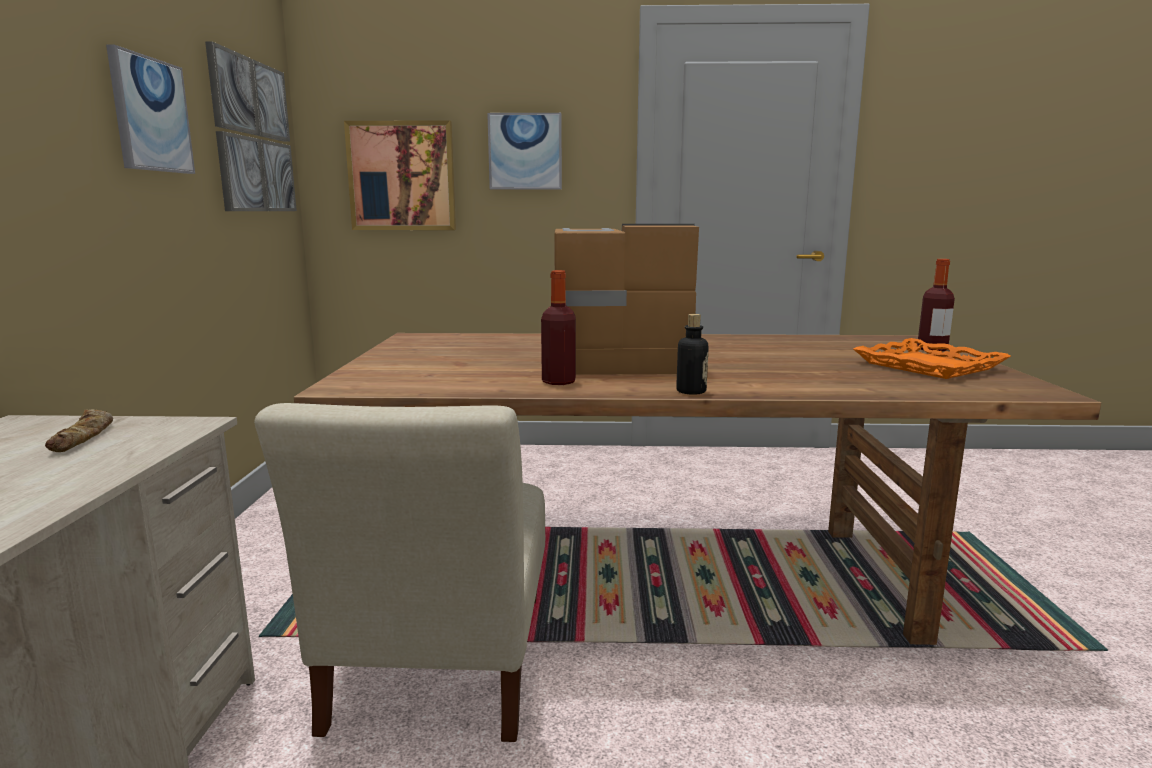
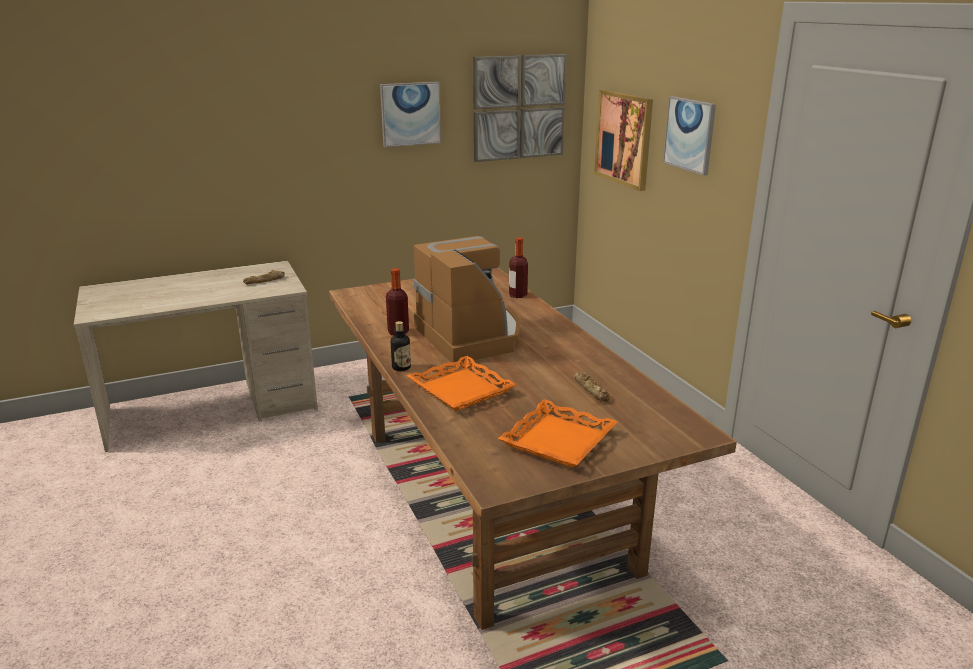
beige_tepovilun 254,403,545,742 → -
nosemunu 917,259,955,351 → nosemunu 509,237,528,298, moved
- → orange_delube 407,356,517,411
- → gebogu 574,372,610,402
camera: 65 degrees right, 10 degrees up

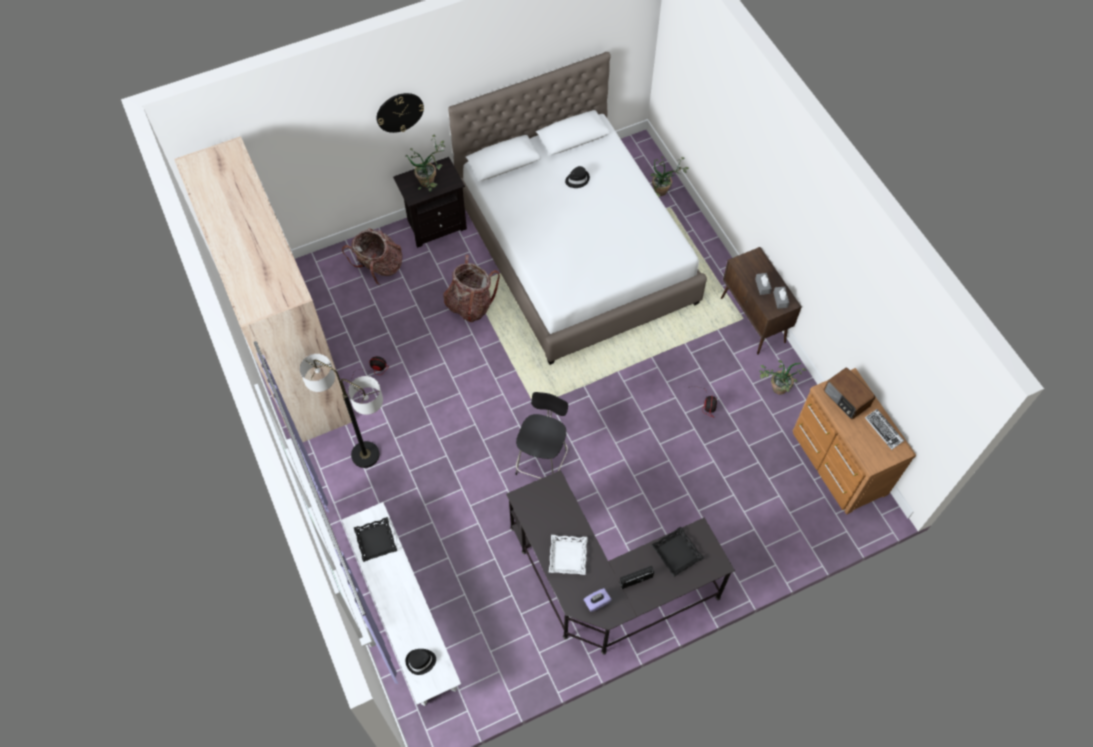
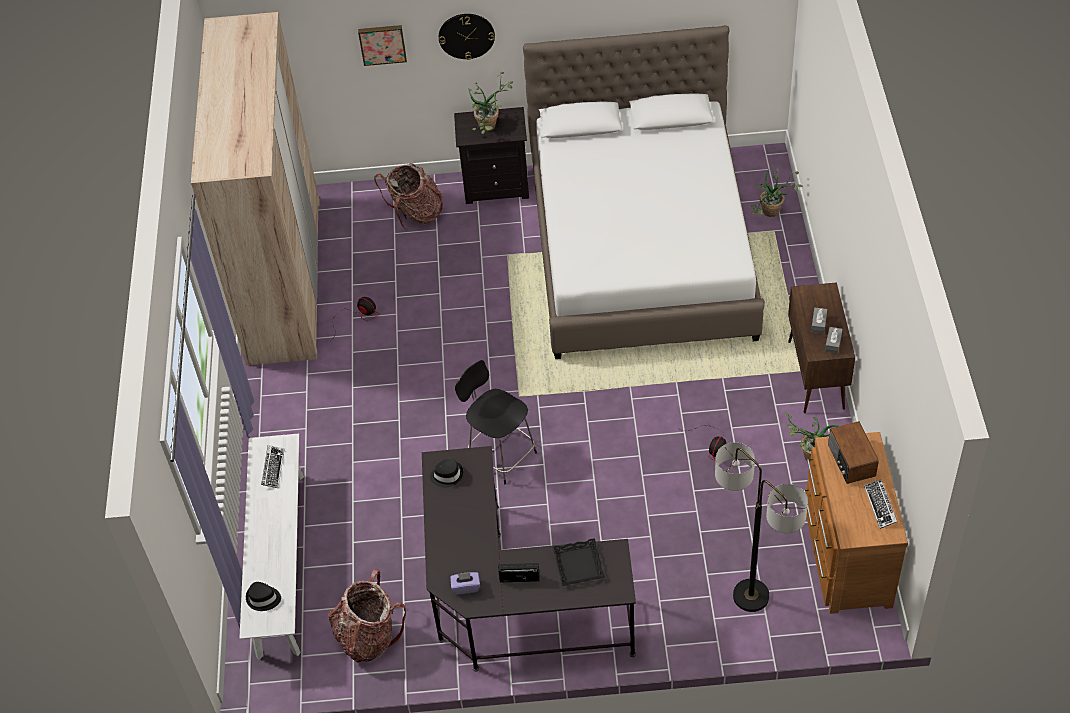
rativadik 300,354,383,468 → rativadik 715,442,808,612, moved
black_delube 354,517,397,562 → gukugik 261,445,284,488
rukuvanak 443,255,500,322 → rukuvanak 328,569,406,663, moved
black_tepovilun 515,392,568,479 → black_tepovilun 455,360,537,485, 90 degrees counterclockwise
white_delube 549,535,588,575 → -
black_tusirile 565,166,590,188 → black_tusirile 430,459,463,487, moved
- → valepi 358,25,407,66
camera: 25 degrees right, 10 degrees down

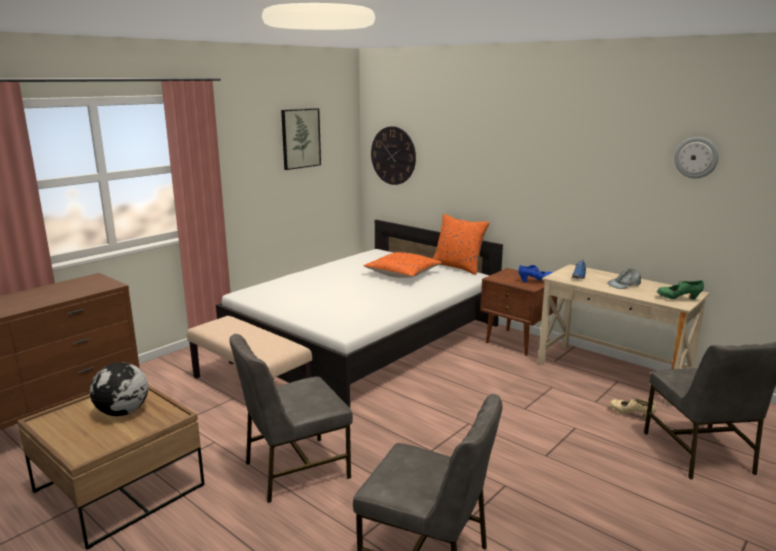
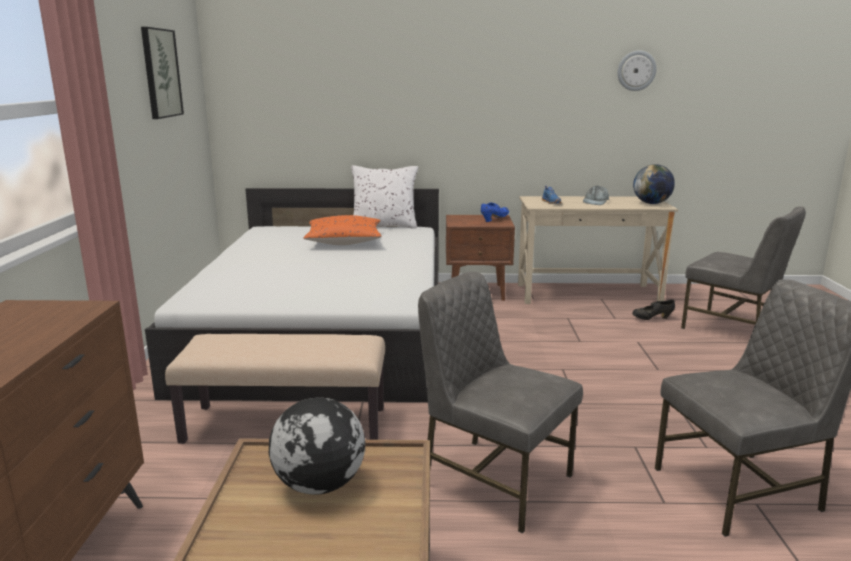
grey_tepovilun 229,334,353,503 → grey_tepovilun 418,272,583,533, 105 degrees clockwise
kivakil 371,126,416,185 → -
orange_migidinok 433,214,489,275 → white_migidinok 351,165,418,228
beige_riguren 609,398,656,419 → black_riguren 632,300,675,320
green_riguren 657,280,704,300 → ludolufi 633,164,675,204
camera: 40 degrees left, 0 degrees up

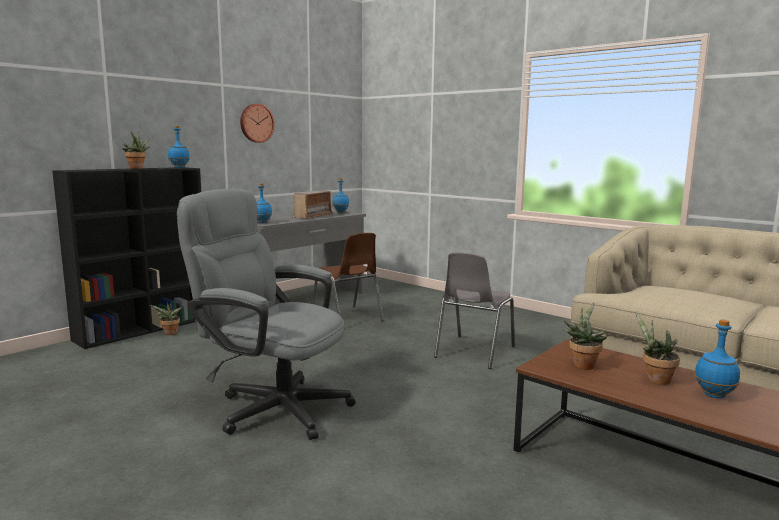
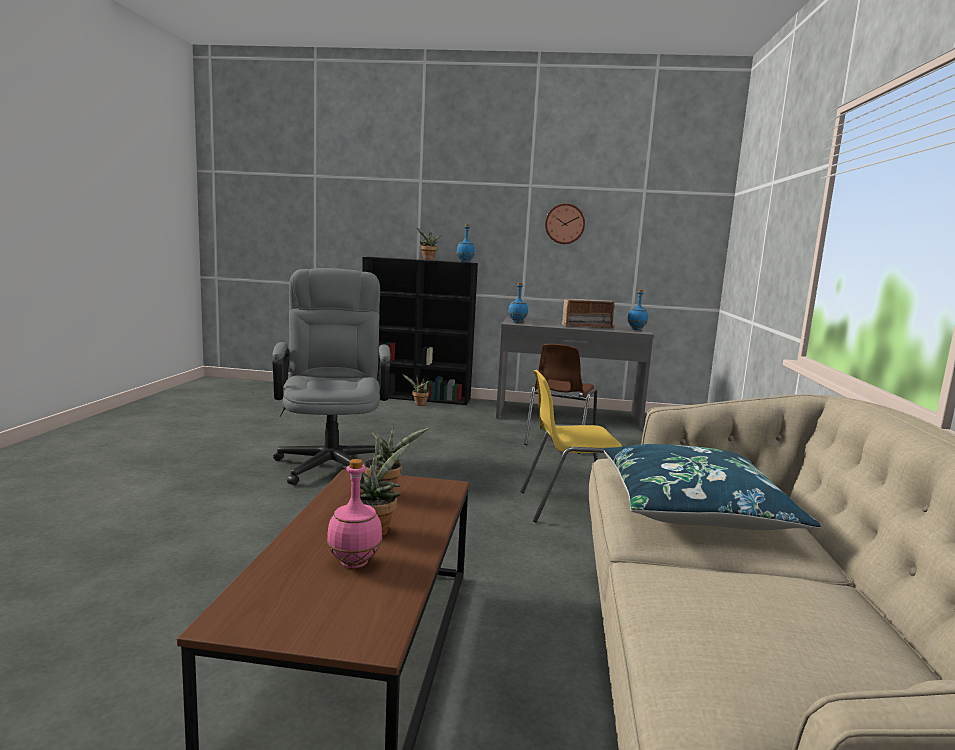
grey_tepovilun 434,252,515,369 → yellow_tepovilun 520,370,622,522
blue_nosemunu 694,319,740,398 → pink_nosemunu 327,459,382,568
- → blue_migidinok 604,444,821,530
camera: 55 degrees right, 0 degrees up

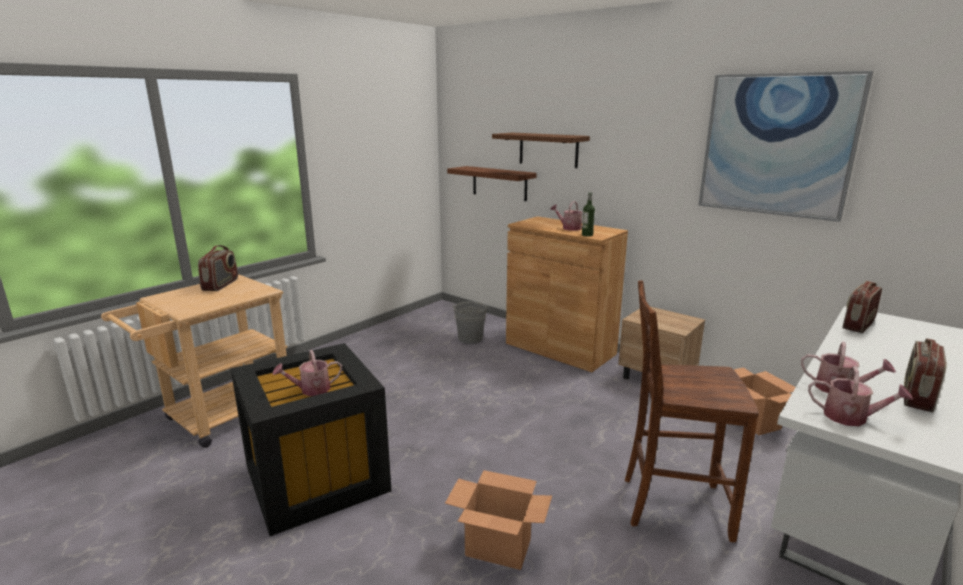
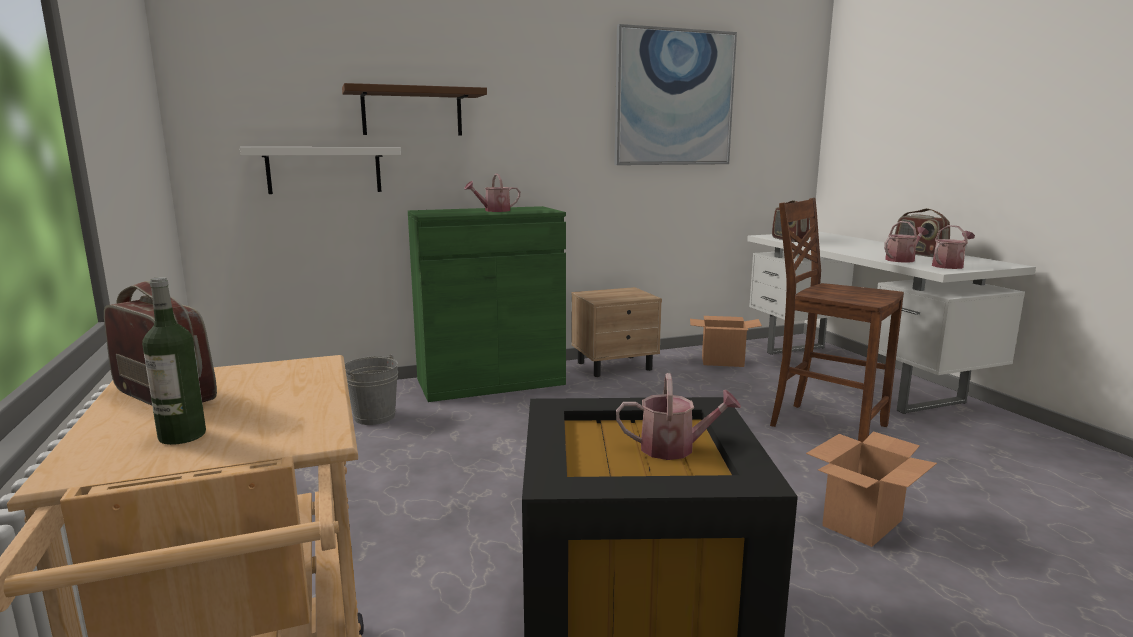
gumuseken 272,350,342,396 → gumuseken 616,373,741,460, 90 degrees counterclockwise
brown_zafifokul 447,166,537,201 → white_zafifokul 240,147,401,194
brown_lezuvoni 506,216,628,372 → green_lezuvoni 408,206,566,402
nosemunu 582,192,595,236 → nosemunu 142,277,206,445, moved
brown_tepovilun 625,280,759,542 → brown_tepovilun 770,198,904,442, 90 degrees clockwise
camera: 60 degrees left, 5 degrees down

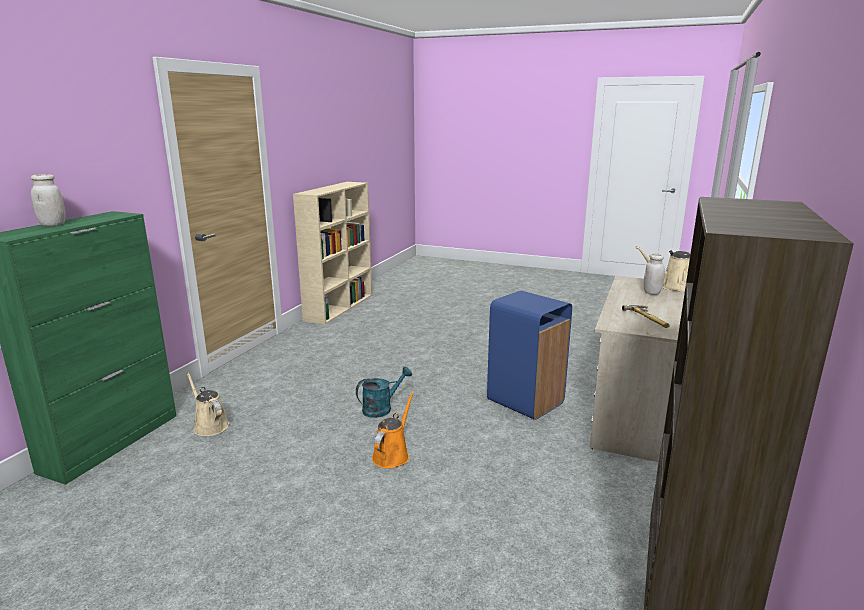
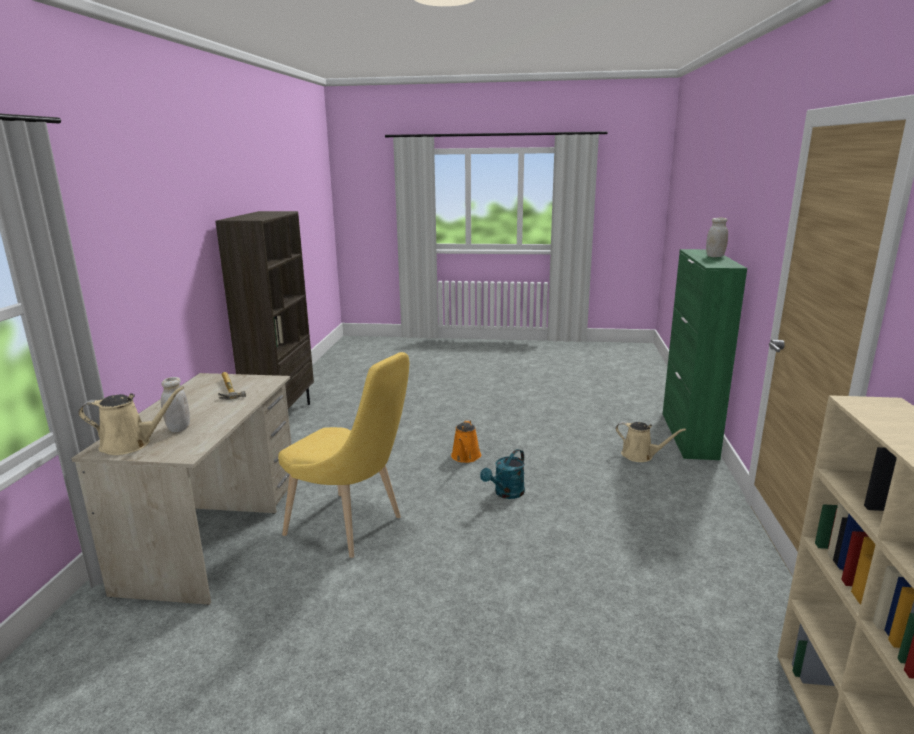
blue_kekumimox 487,291,572,420 → yellow_tepovilun 278,352,409,558
camera: 165 degrees right, 0 degrees up

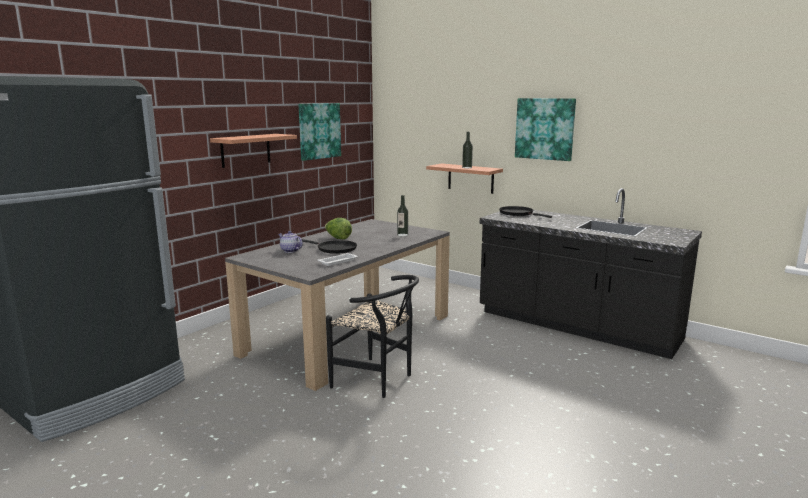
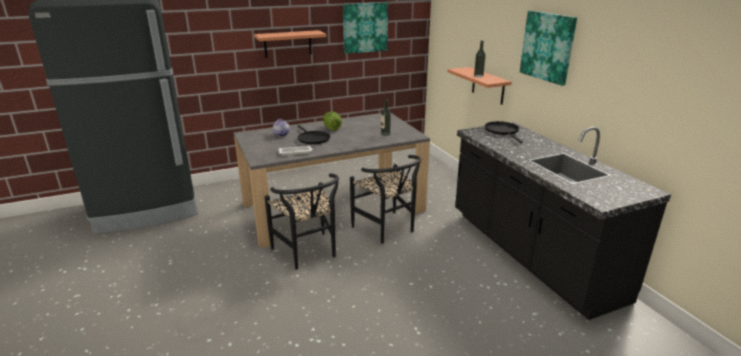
- → black_tepovilun 350,155,422,244
camera: 30 degrees right, 10 degrees up

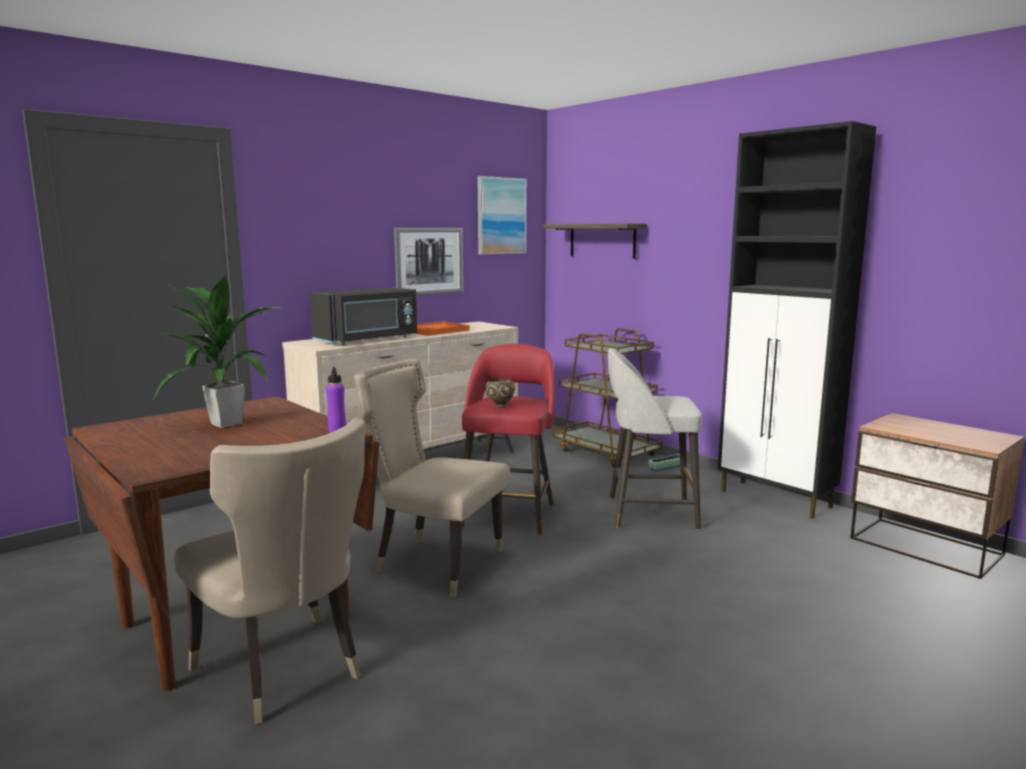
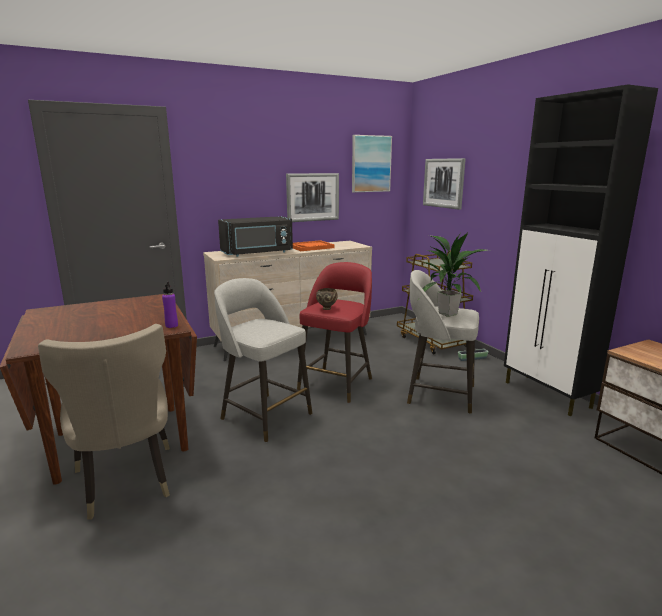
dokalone 152,274,281,428 → dokalone 418,231,488,317, moved
beige_tepovilun 354,359,511,598 → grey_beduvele 214,278,312,442
zafifokul 543,224,647,259 → valepi 423,158,466,210
camera: 15 degrees right, 5 degrees up

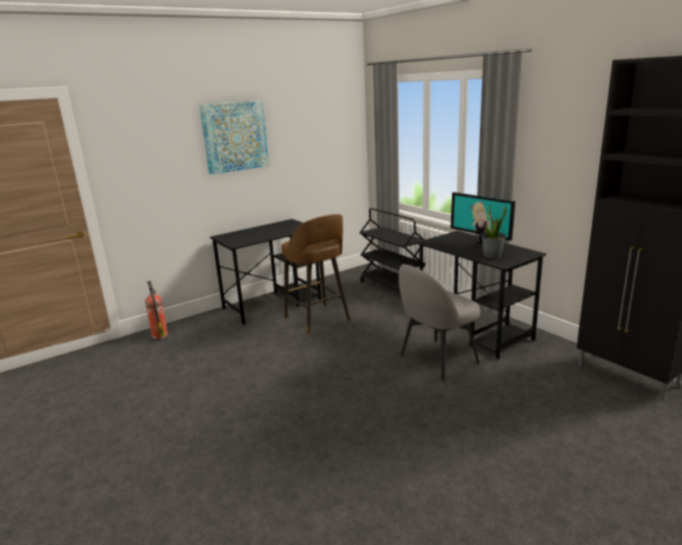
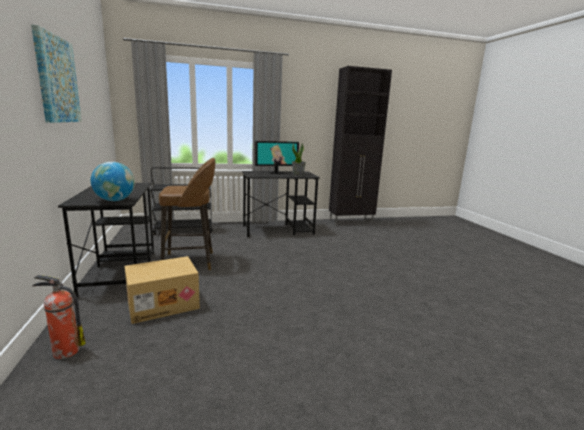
grey_tepovilun 399,264,480,381 → -
- → ludolufi 91,162,135,201
- → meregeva 124,256,200,324
camera: 70 degrees left, 5 degrees down

